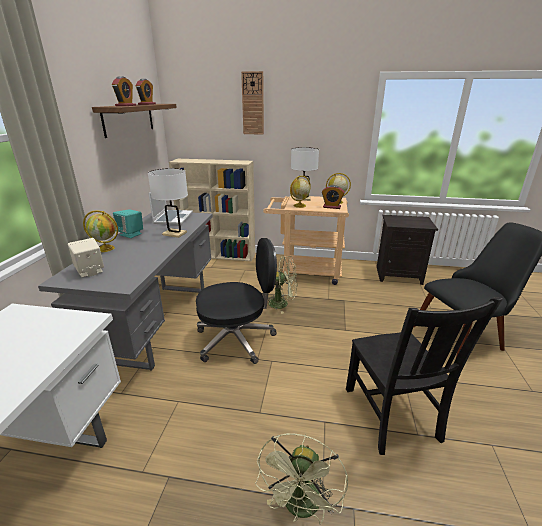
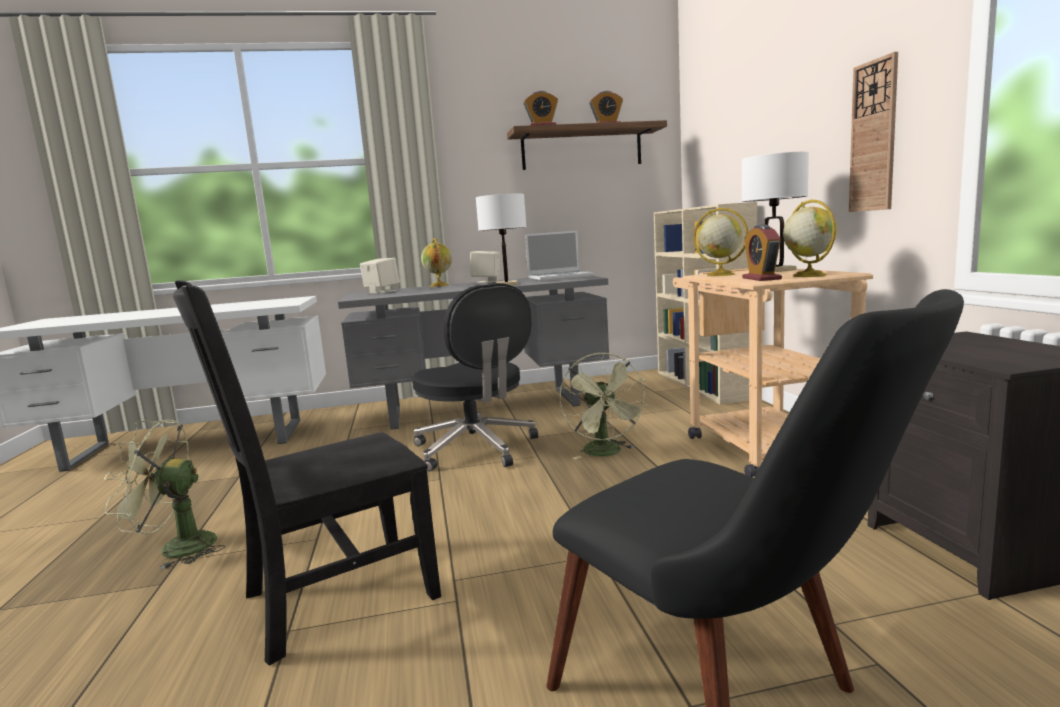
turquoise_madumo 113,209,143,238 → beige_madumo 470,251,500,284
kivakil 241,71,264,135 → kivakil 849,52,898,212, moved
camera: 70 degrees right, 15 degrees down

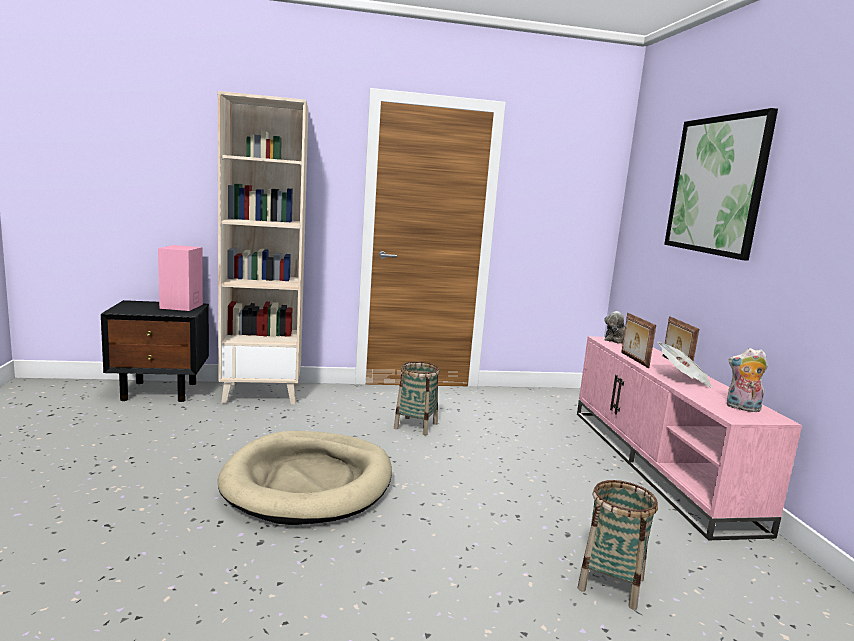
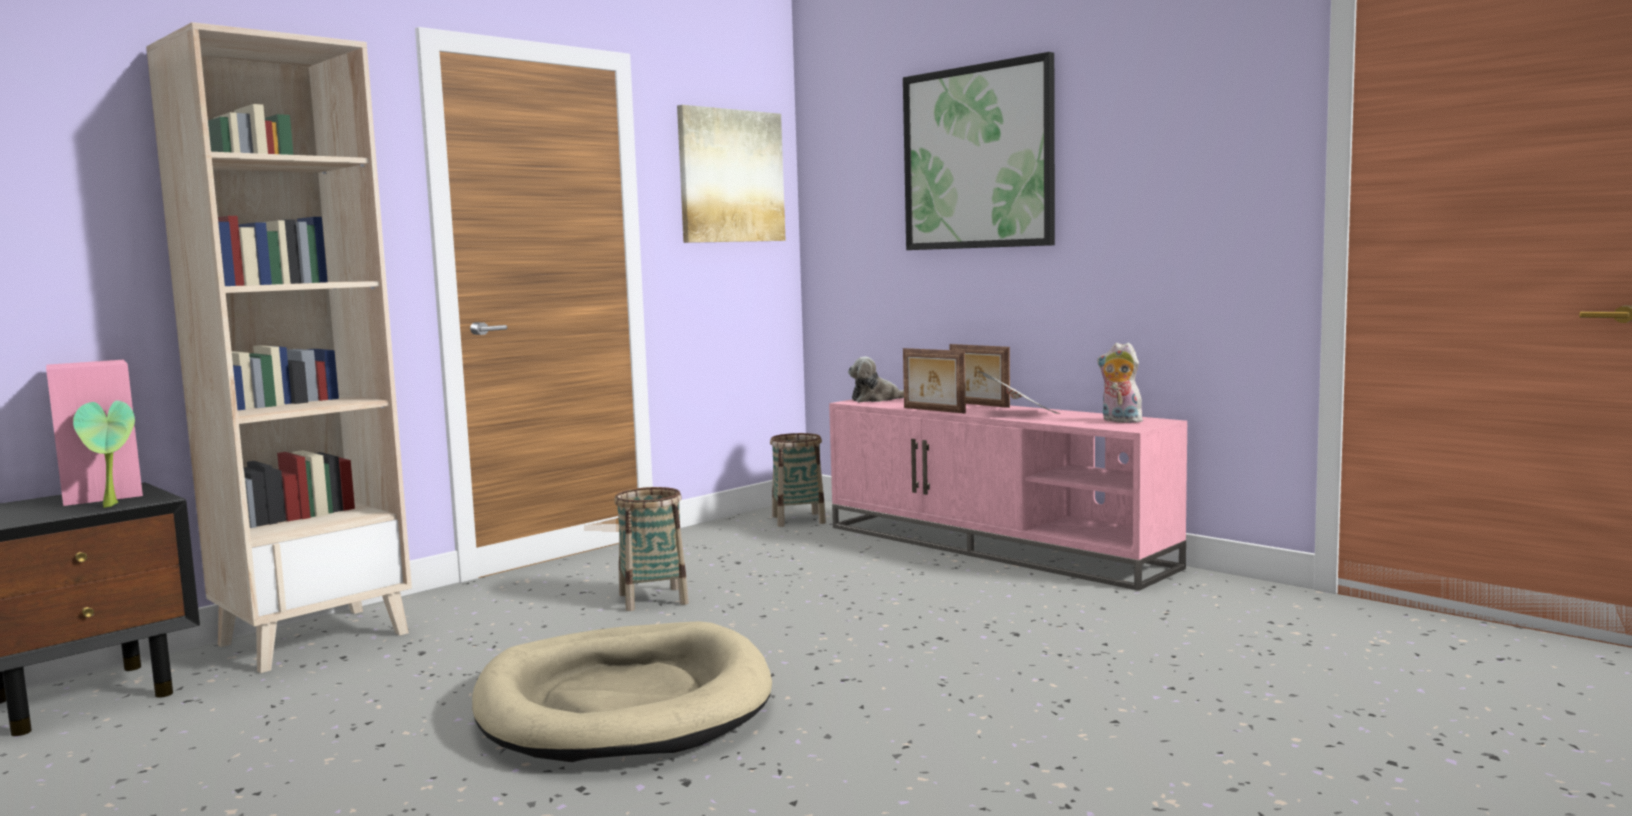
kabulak 577,480,658,610 → kabulak 770,433,826,527, moved
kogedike 727,348,768,412 → kogedike 1097,342,1145,423, 60 degrees clockwise
- → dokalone 73,400,135,508
- → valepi 677,105,786,243
camera: 35 degrees left, 5 degrees down

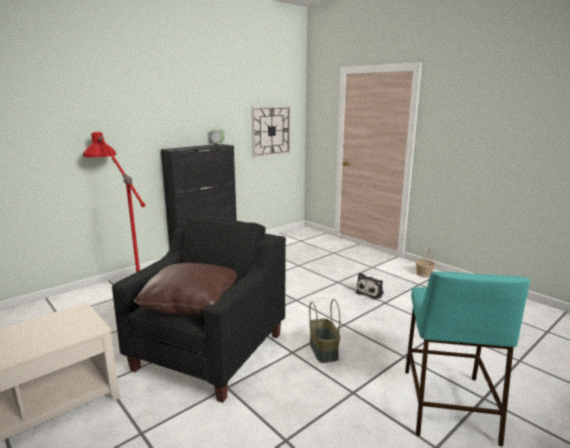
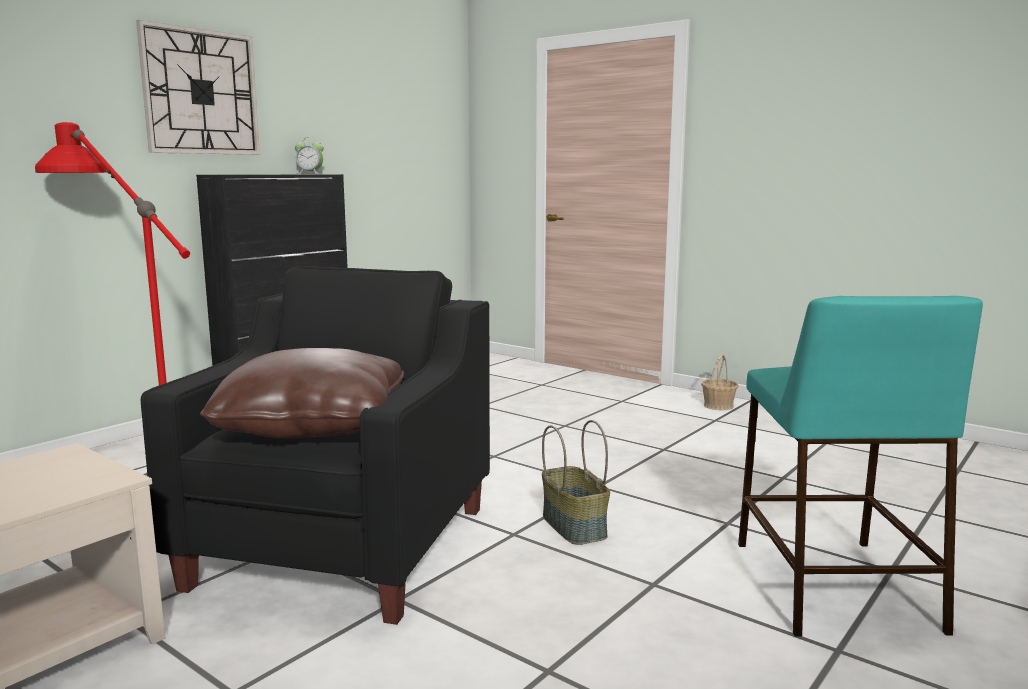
kivakil 252,106,290,158 → kivakil 136,20,260,155, moved
kogedike 356,273,384,299 → -
camera: 10 degrees left, 5 degrees down

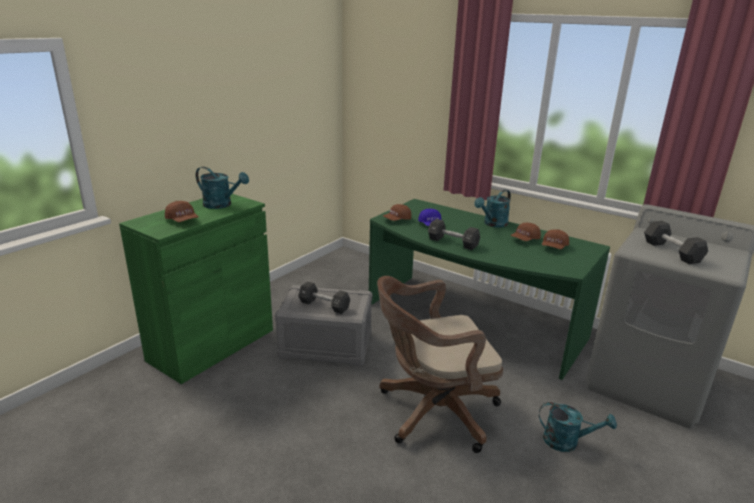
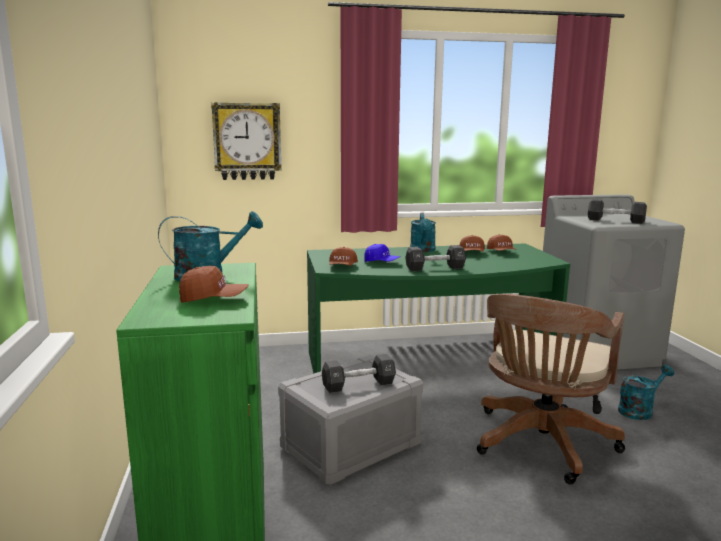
- → kivakil 211,102,282,180
camera: 45 degrees left, 10 degrees down

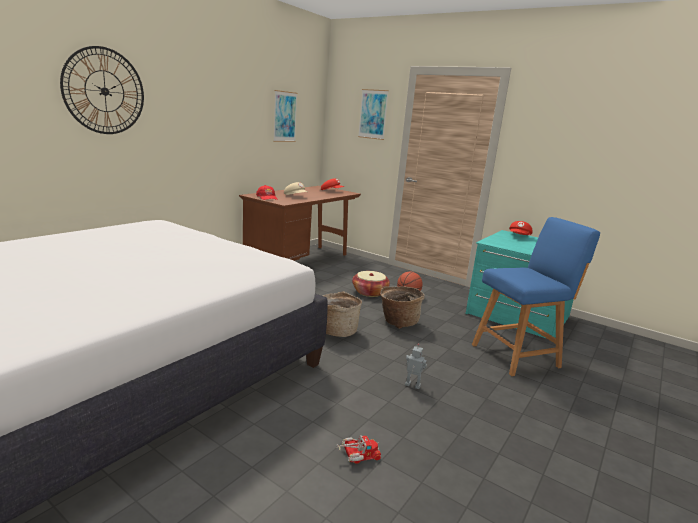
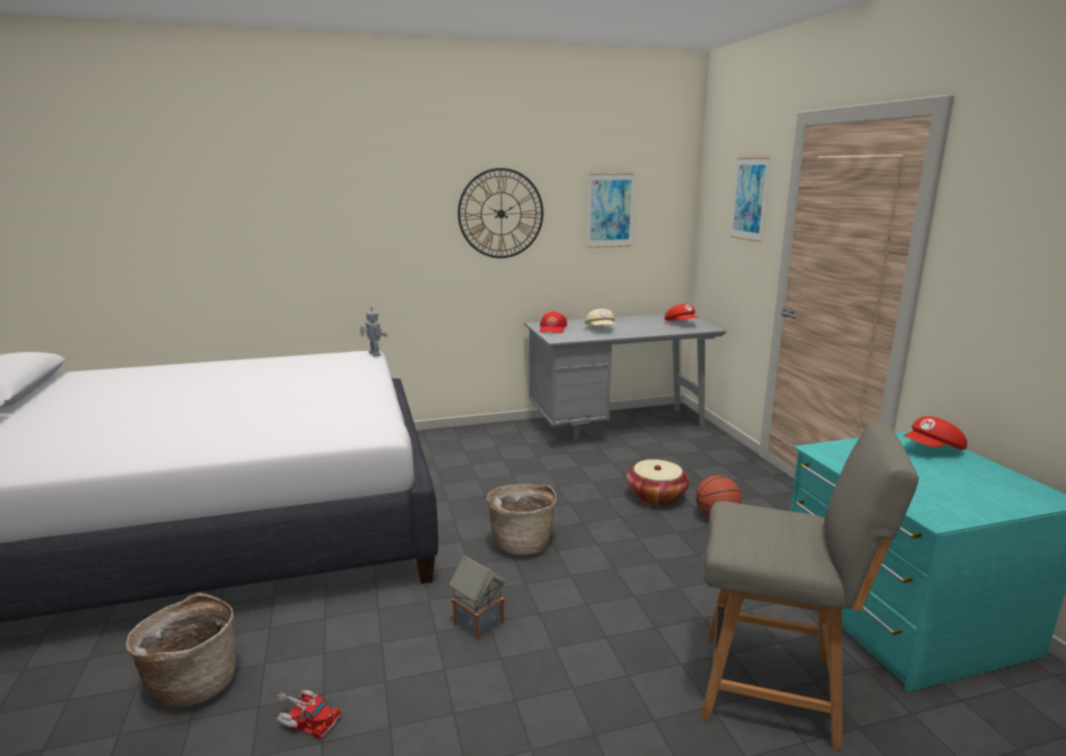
kivakil 60,46,144,134 → kivakil 458,168,543,258, moved
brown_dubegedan 239,186,361,261 → grey_dubegedan 524,314,727,443
kabulak 380,286,425,329 → kabulak 126,593,236,707, moved
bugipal 405,343,427,389 → bugipal 360,307,387,357, moved
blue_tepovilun 472,217,600,376 → grey_tepovilun 701,421,919,751
- → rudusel 449,555,506,640
camera: 40 degrees right, 0 degrees up

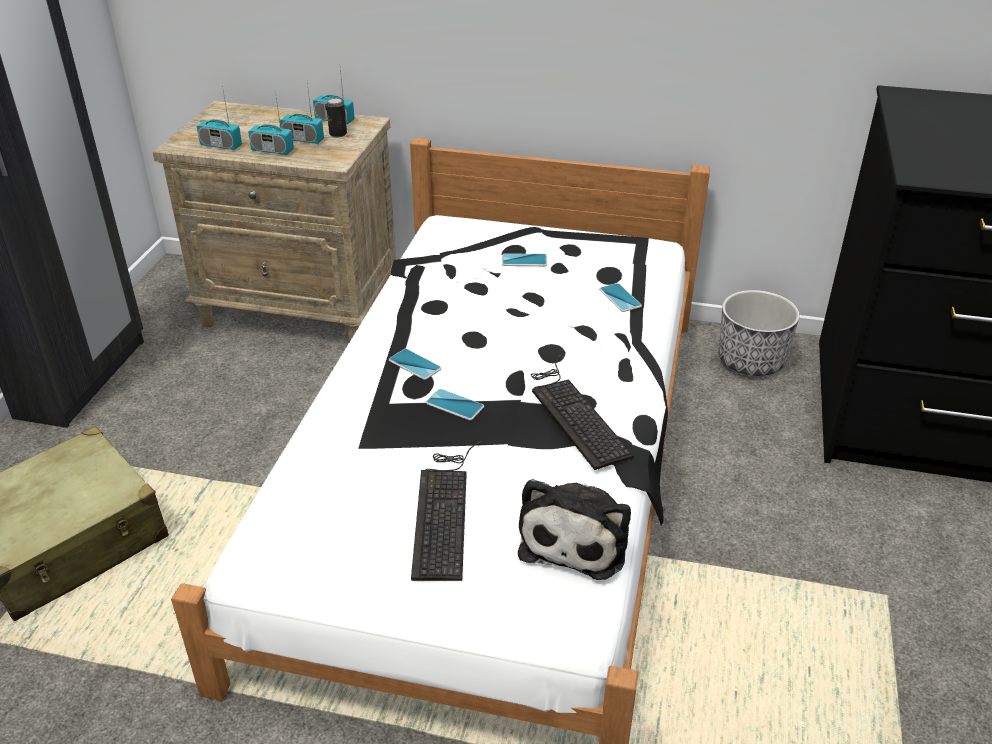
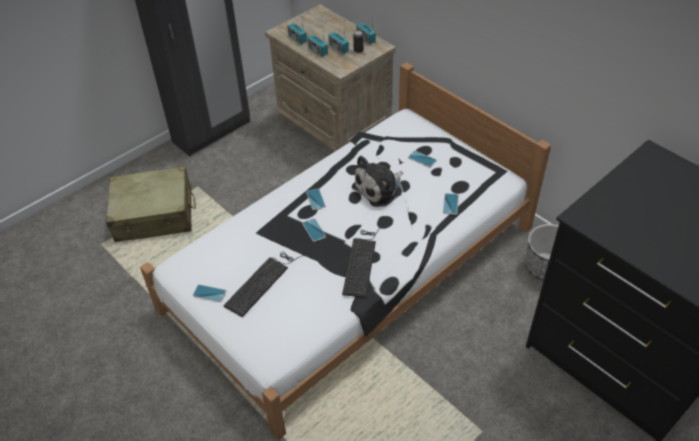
kogedike 518,479,631,580 → kogedike 352,156,403,207, moved
- → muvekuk 193,285,227,302
camera: 35 degrees right, 10 degrees up

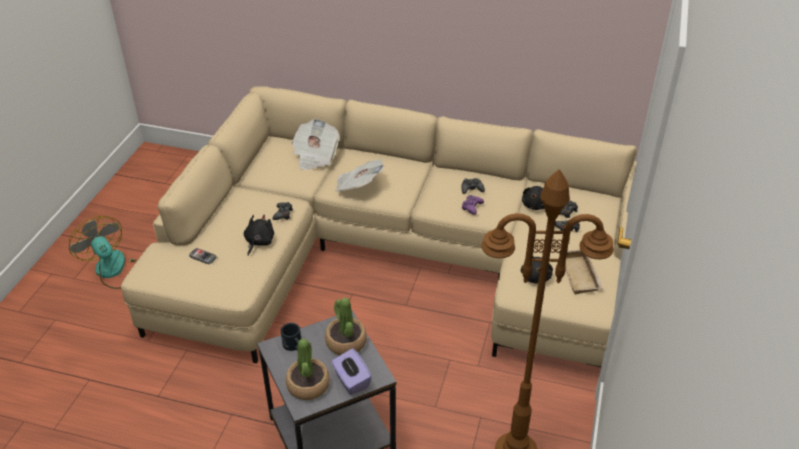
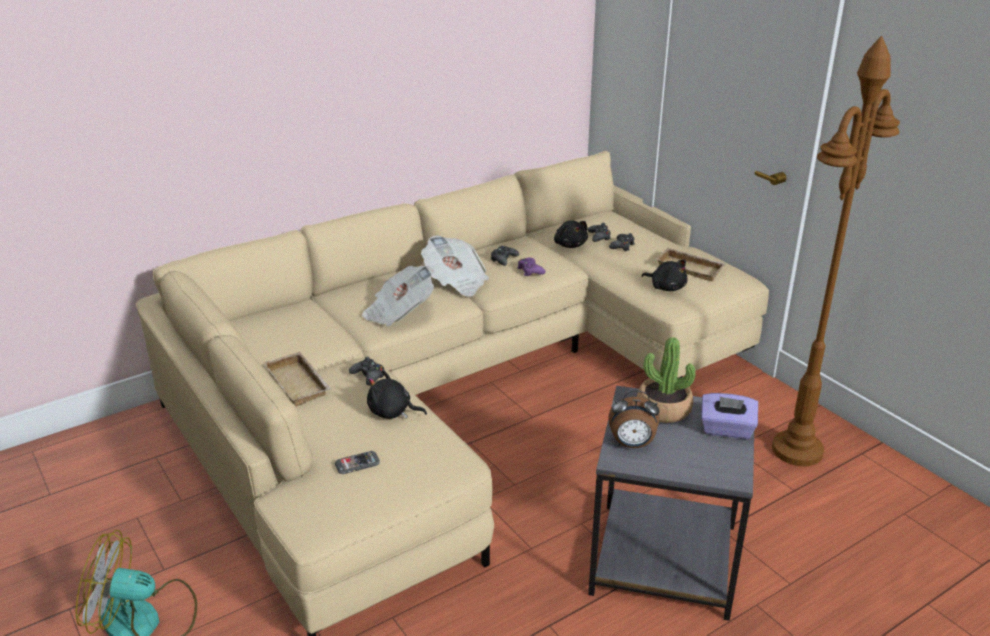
black_kogedike 244,214,274,256 → black_kogedike 367,370,427,419, 45 degrees counterclockwise
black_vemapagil 281,323,301,351 → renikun 609,391,659,448
dokalone 286,339,330,400 → -
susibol 292,119,340,170 → susibol 421,235,489,297, moved
- → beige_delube 263,352,331,407
camera: 50 degrees left, 10 degrees down

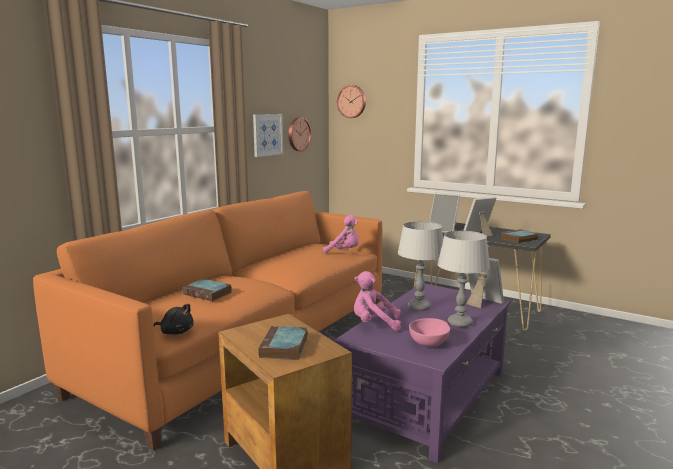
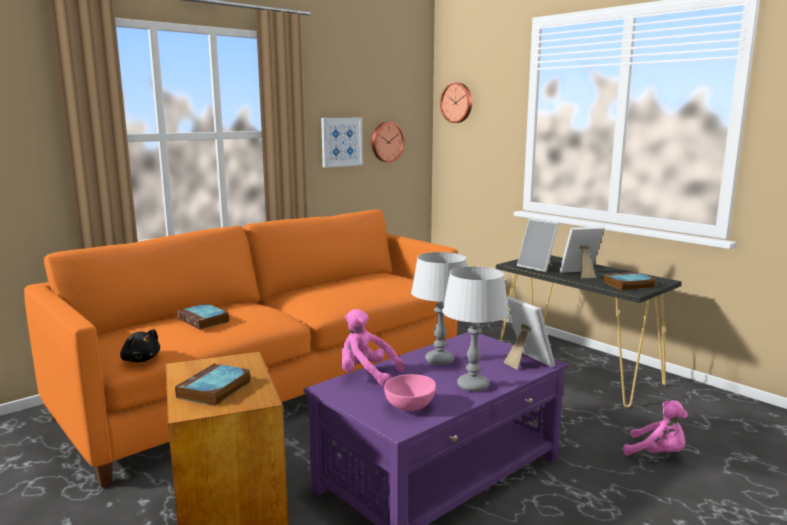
pink_kogedike 323,215,359,254 → pink_kogedike 623,400,688,456, moved
camera: 15 degrees right, 0 degrees up

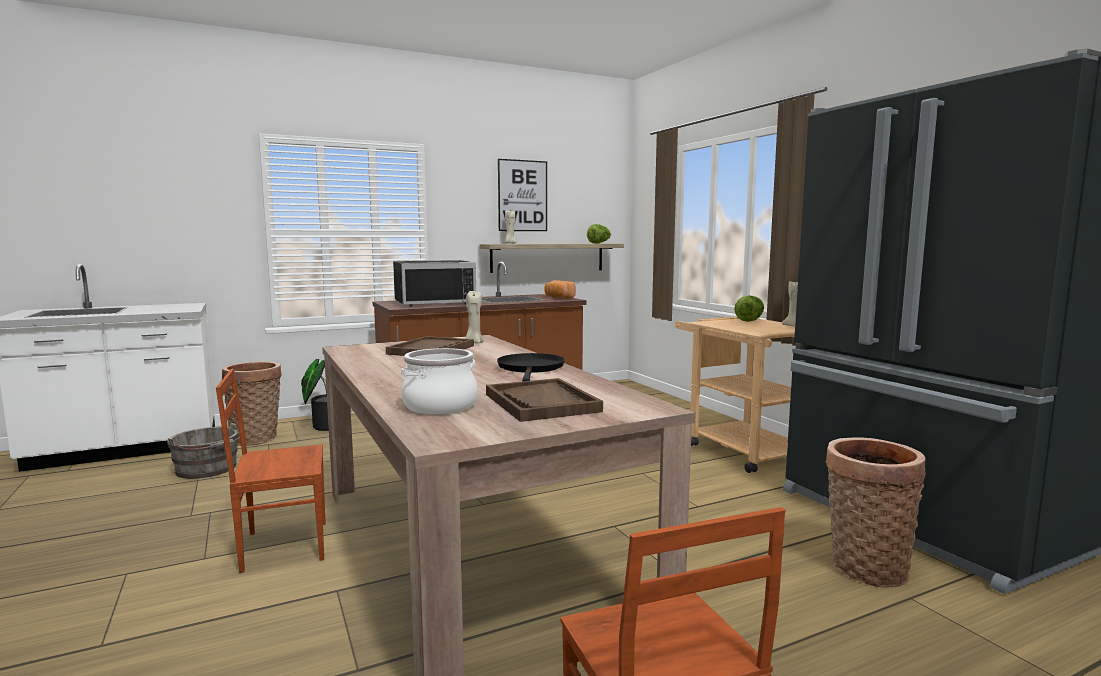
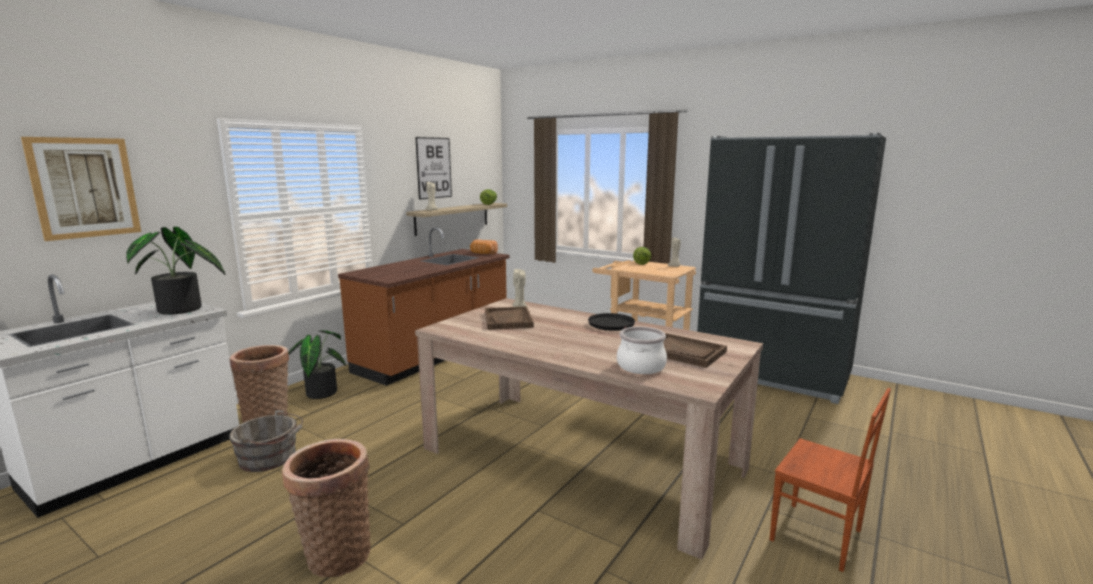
brown_tepovilun 216,369,326,573 → -
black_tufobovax 393,260,476,306 → -
kabulak 825,437,926,588 → kabulak 282,439,370,577, moved
- → valepi 21,137,141,241
- → dokalone 127,227,225,315
camera: 30 degrees left, 5 degrees up

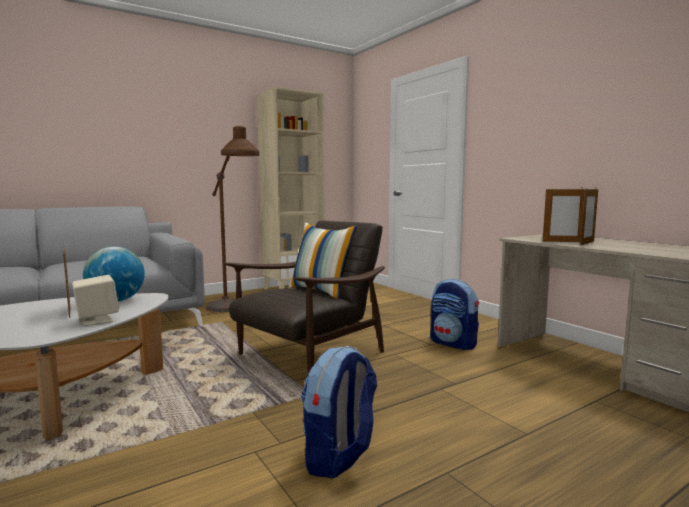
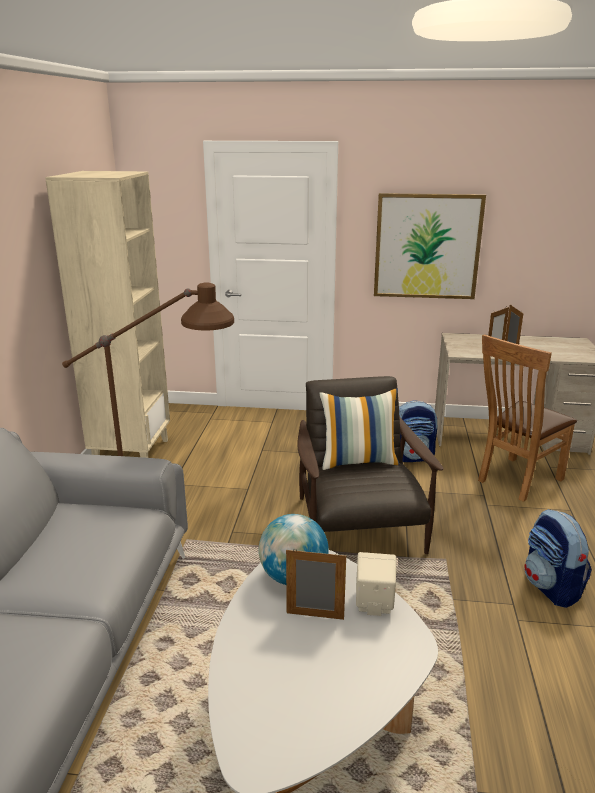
- → valepi 374,193,486,299
- → brown_tepovilun 478,334,577,502
camera: 50 degrees left, 15 degrees up

